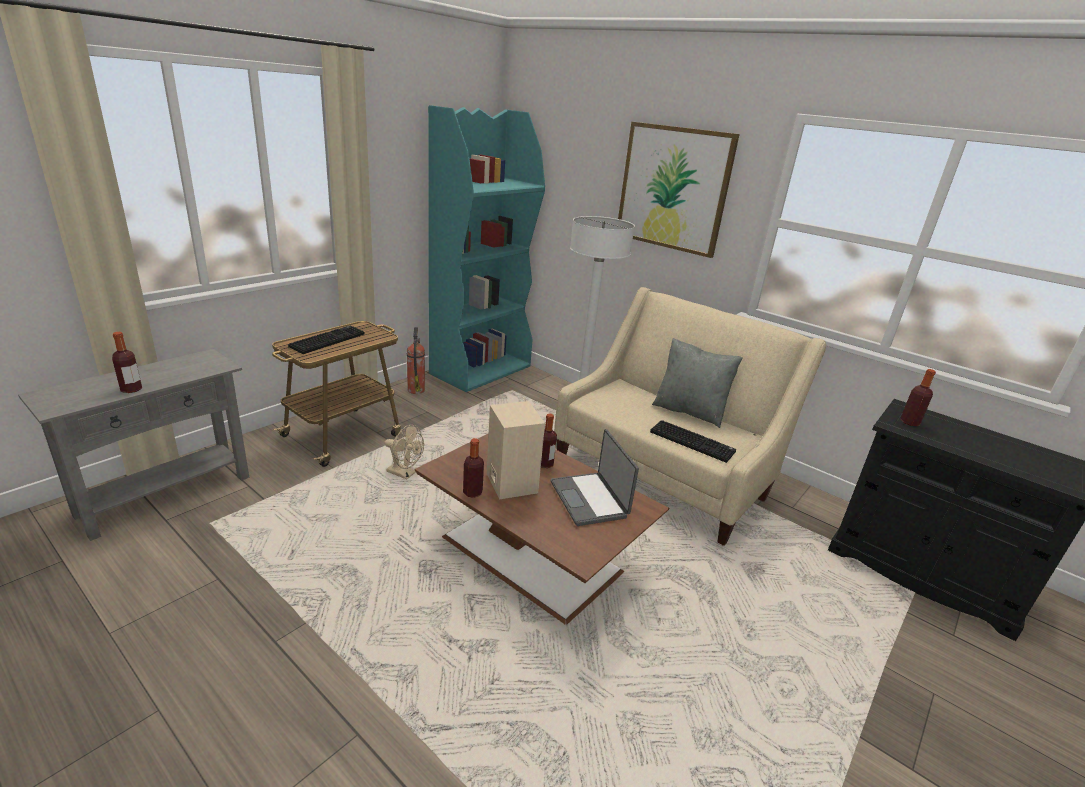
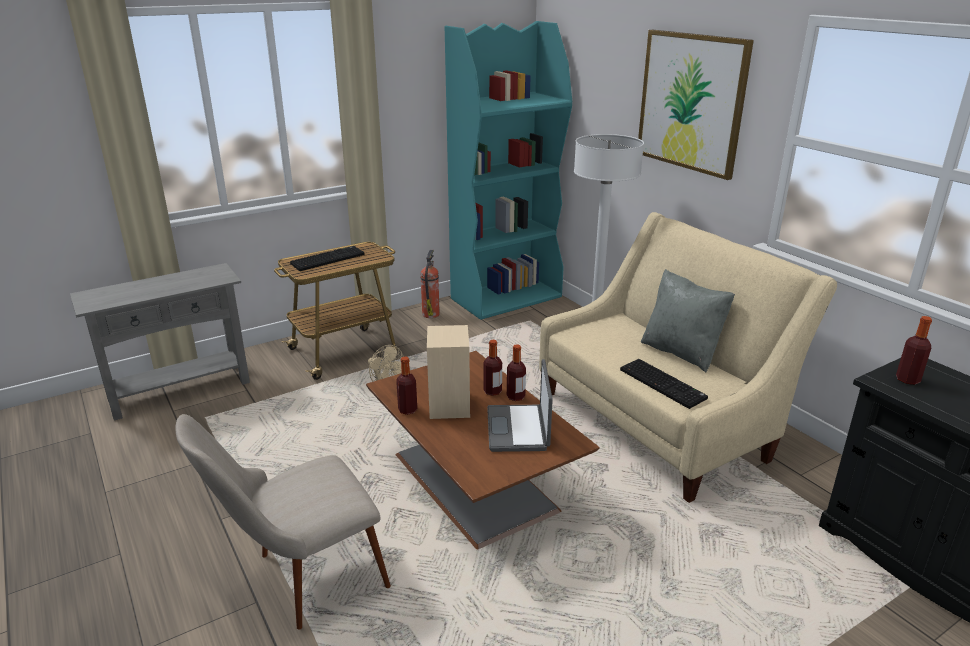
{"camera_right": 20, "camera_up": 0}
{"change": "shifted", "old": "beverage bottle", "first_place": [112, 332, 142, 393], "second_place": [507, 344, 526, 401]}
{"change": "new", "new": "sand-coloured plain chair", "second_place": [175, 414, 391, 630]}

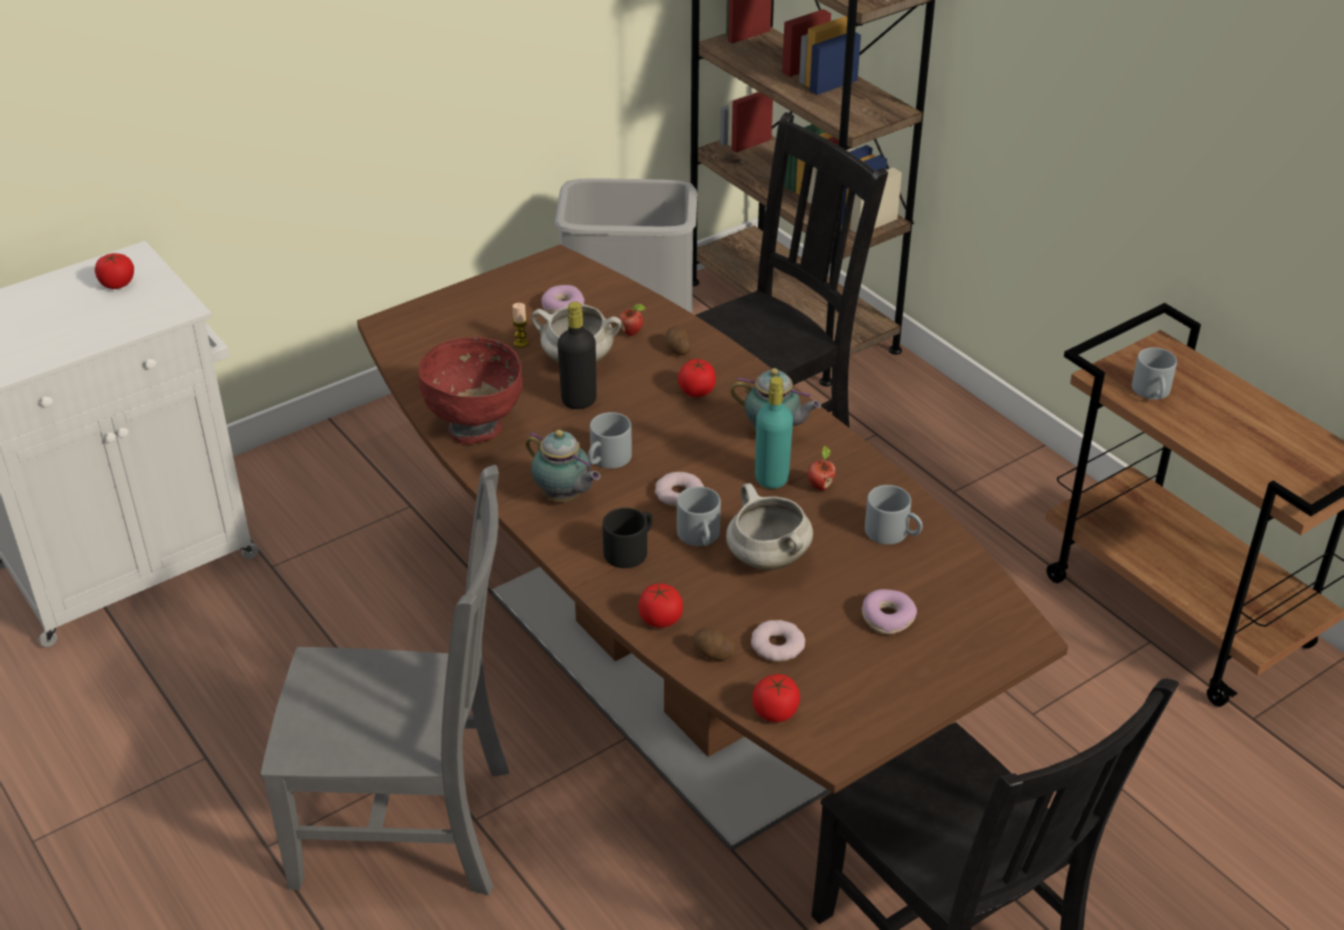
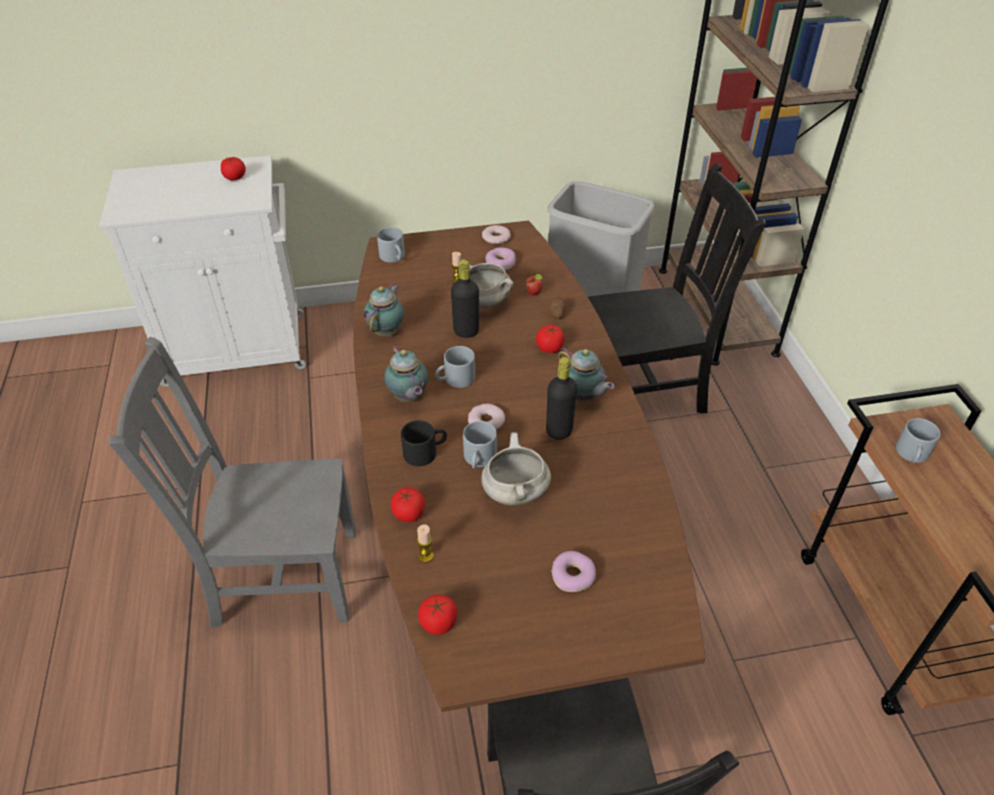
{"camera_right": 25, "camera_up": 5}
{"change": "swapped", "old": "red bowl", "new": "tea pot", "first_place": [418, 337, 523, 444], "second_place": [364, 284, 404, 336]}
{"change": "repainted", "old": "blue-green beverage bottle", "new": "black beverage bottle", "first_place": [755, 376, 793, 489], "second_place": [546, 357, 577, 440]}
{"change": "gone", "old": "apple fruit", "first_place": [807, 446, 836, 490]}
{"change": "rotated", "old": "gray plain chair", "first_place": [261, 465, 509, 895], "second_place": [109, 337, 356, 628], "degrees": 150}
{"change": "shifted", "old": "gray mug", "first_place": [865, 485, 923, 544], "second_place": [377, 227, 405, 263]}
{"change": "shifted", "old": "donut", "first_place": [751, 620, 805, 662], "second_place": [482, 225, 511, 244]}
{"change": "swapped", "old": "spud", "new": "candle", "first_place": [693, 628, 736, 661], "second_place": [417, 524, 434, 563]}

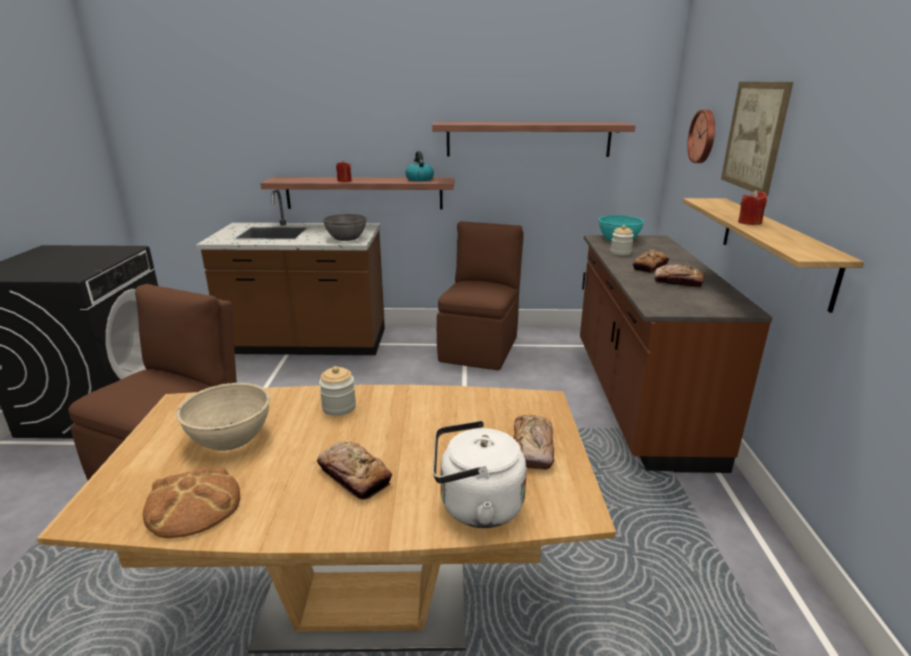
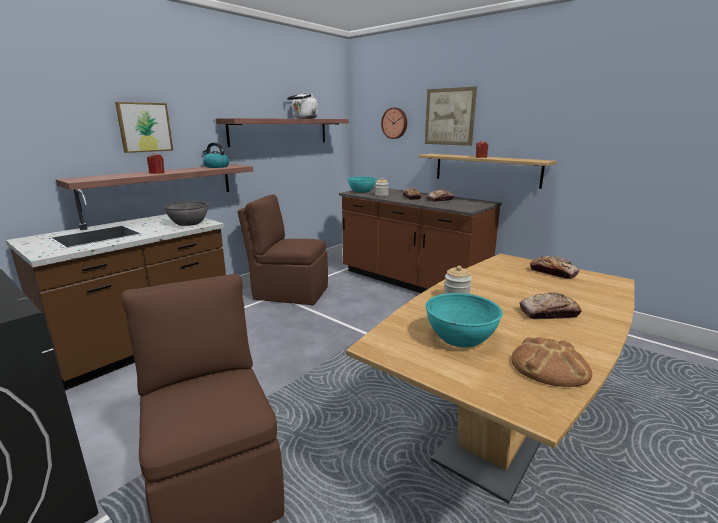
{"camera_right": -50, "camera_up": -5}
{"change": "rotated", "old": "brown plain chair", "first_place": [437, 221, 524, 370], "second_place": [237, 194, 328, 305], "degrees": -45}
{"change": "repainted", "old": "sand-coloured bowl", "new": "blue-green bowl", "first_place": [176, 383, 270, 451], "second_place": [426, 293, 503, 347]}
{"change": "shifted", "old": "whitish water kettle", "first_place": [433, 421, 527, 528], "second_place": [287, 92, 318, 119]}
{"change": "new", "new": "picture", "second_place": [115, 102, 173, 153]}

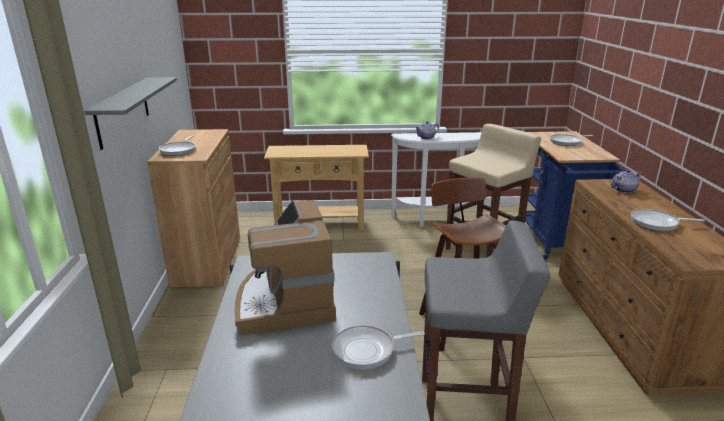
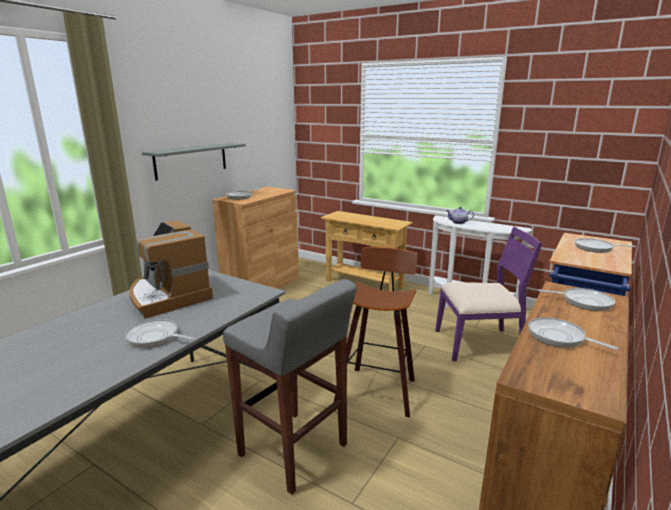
{"camera_right": 35, "camera_up": -5}
{"change": "swapped", "old": "sand-coloured stool seat", "new": "purple-coloured plain chair", "first_place": [446, 124, 541, 257], "second_place": [435, 226, 542, 361]}
{"change": "swapped", "old": "tea pot", "new": "pan", "first_place": [611, 169, 642, 193], "second_place": [539, 288, 615, 311]}
{"change": "rotated", "old": "coffee machine", "first_place": [234, 200, 336, 336], "second_place": [129, 221, 213, 318], "degrees": -60}

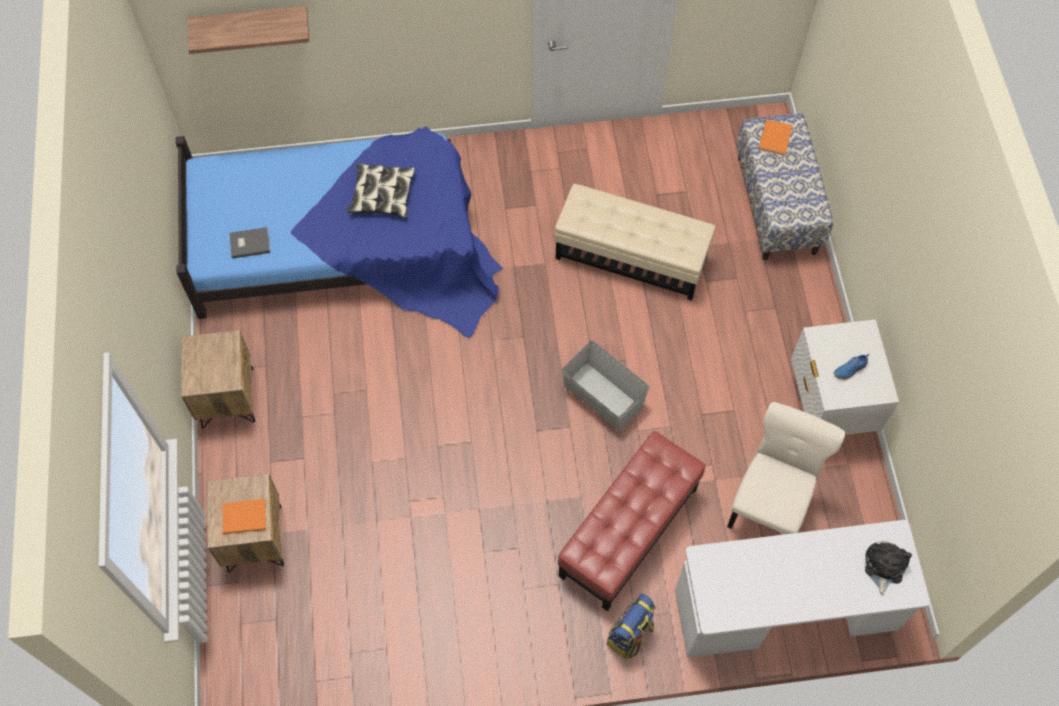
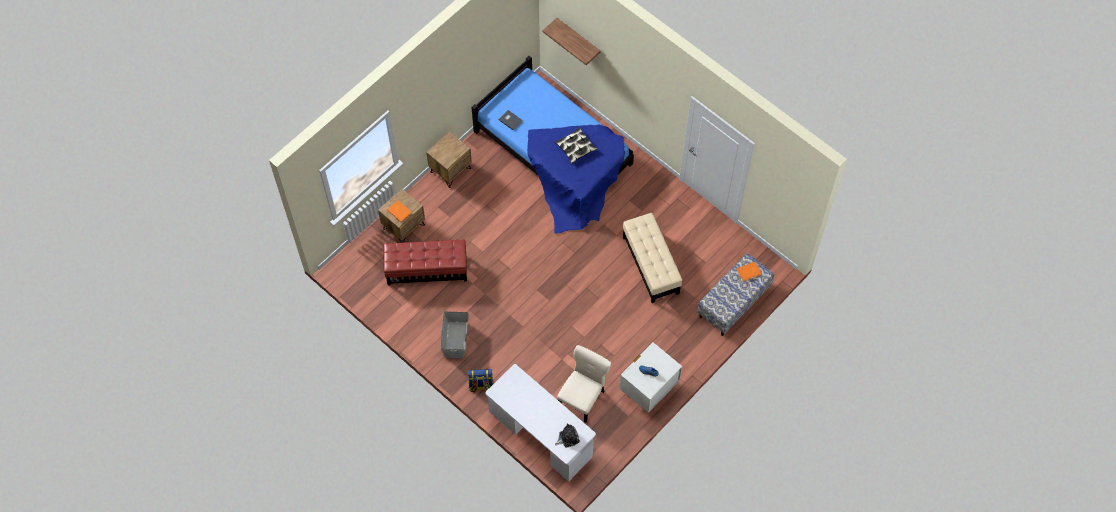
{"camera_right": 50, "camera_up": 0}
{"change": "shifted", "old": "gray storage bin", "first_place": [561, 340, 649, 431], "second_place": [440, 311, 469, 358]}
{"change": "rotated", "old": "sand-coloured plain chair", "first_place": [727, 402, 845, 534], "second_place": [557, 345, 611, 423], "degrees": -45}
{"change": "shifted", "old": "red pouffe", "first_place": [558, 431, 706, 611], "second_place": [384, 240, 467, 285]}

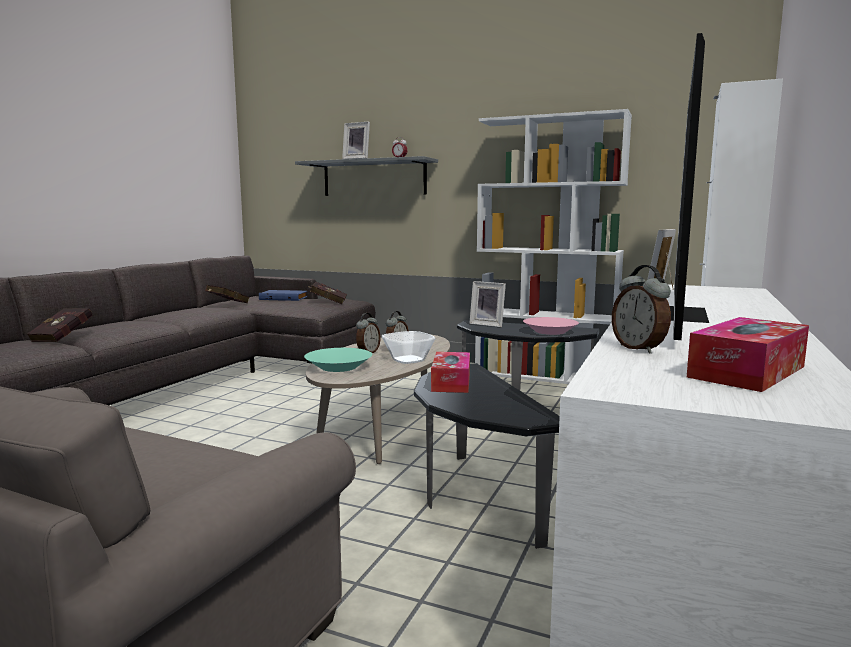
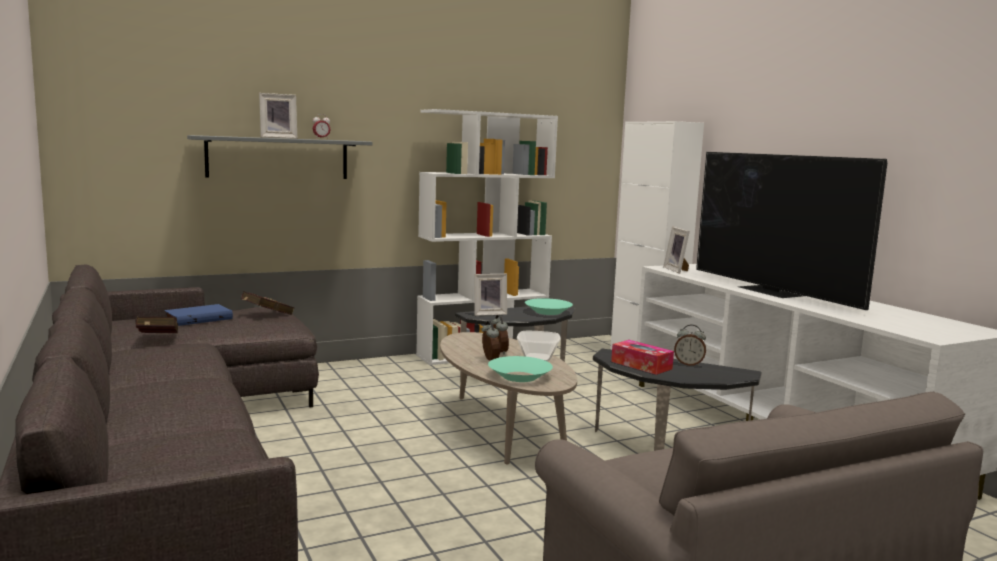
{"camera_right": -50, "camera_up": 0}
{"change": "shifted", "old": "alarm clock", "first_place": [612, 265, 671, 354], "second_place": [674, 325, 706, 366]}
{"change": "gone", "old": "red volume", "first_place": [27, 308, 93, 342]}
{"change": "repainted", "old": "pink-coloured bowl", "new": "blue-green bowl", "first_place": [523, 317, 579, 335], "second_place": [525, 298, 573, 315]}
{"change": "gone", "old": "box of tissues", "first_place": [687, 317, 809, 392]}

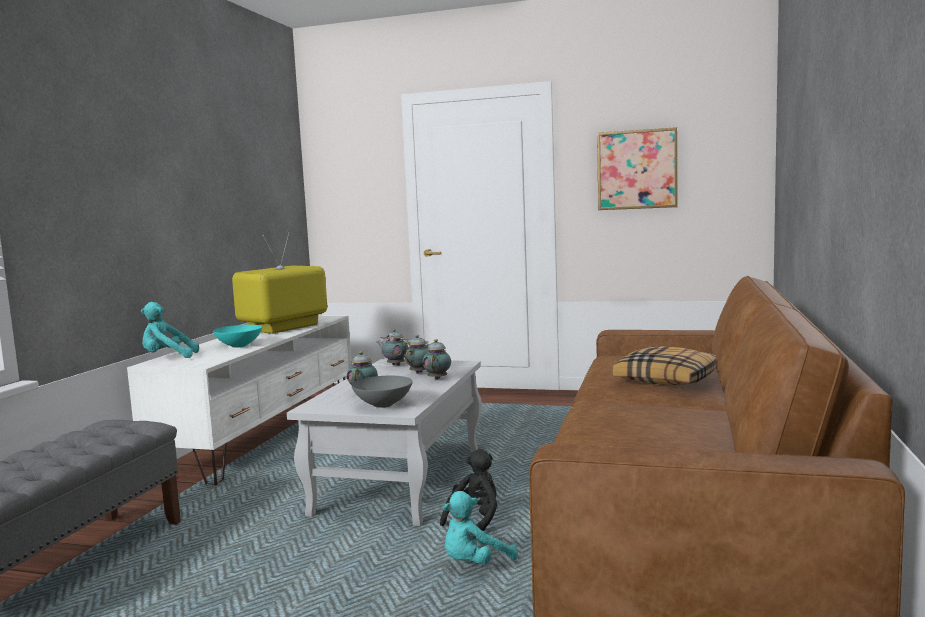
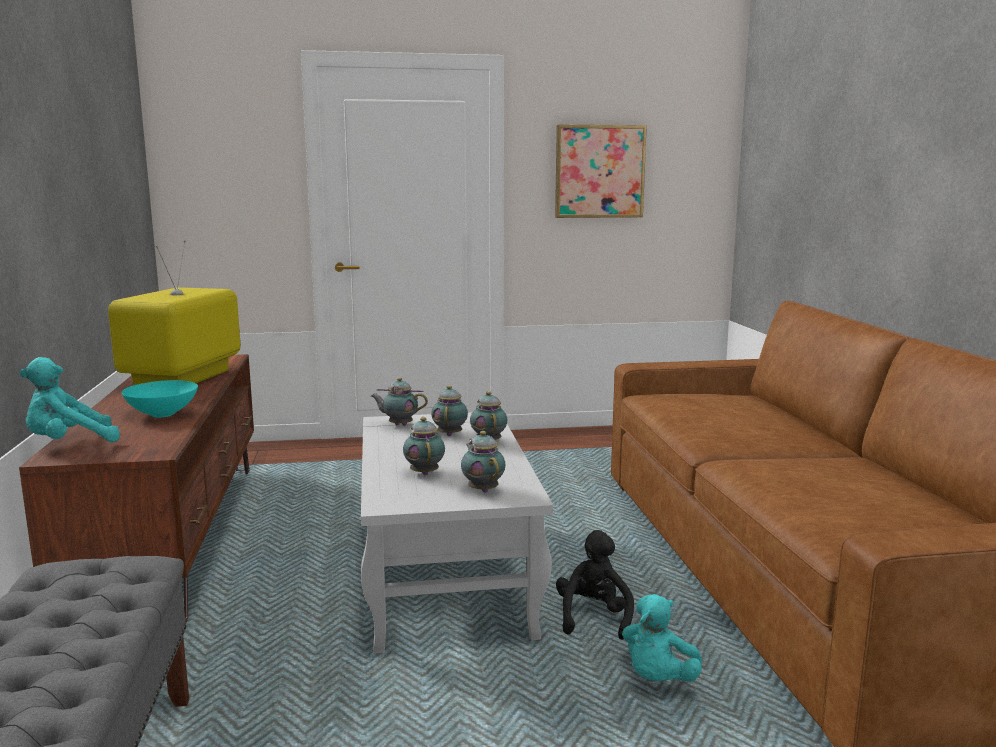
{"camera_right": -25, "camera_up": 5}
{"change": "repainted", "old": "whitish tv unit", "new": "brown tv unit", "first_place": [127, 316, 352, 485], "second_place": [19, 354, 254, 623]}
{"change": "gone", "old": "throw pillow", "first_place": [613, 346, 716, 385]}
{"change": "swapped", "old": "gray bowl", "new": "tea pot", "first_place": [351, 376, 413, 408], "second_place": [461, 431, 506, 493]}

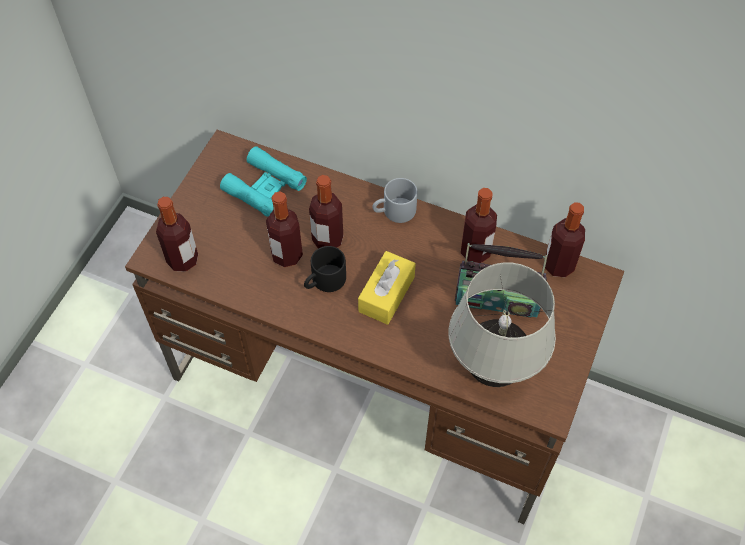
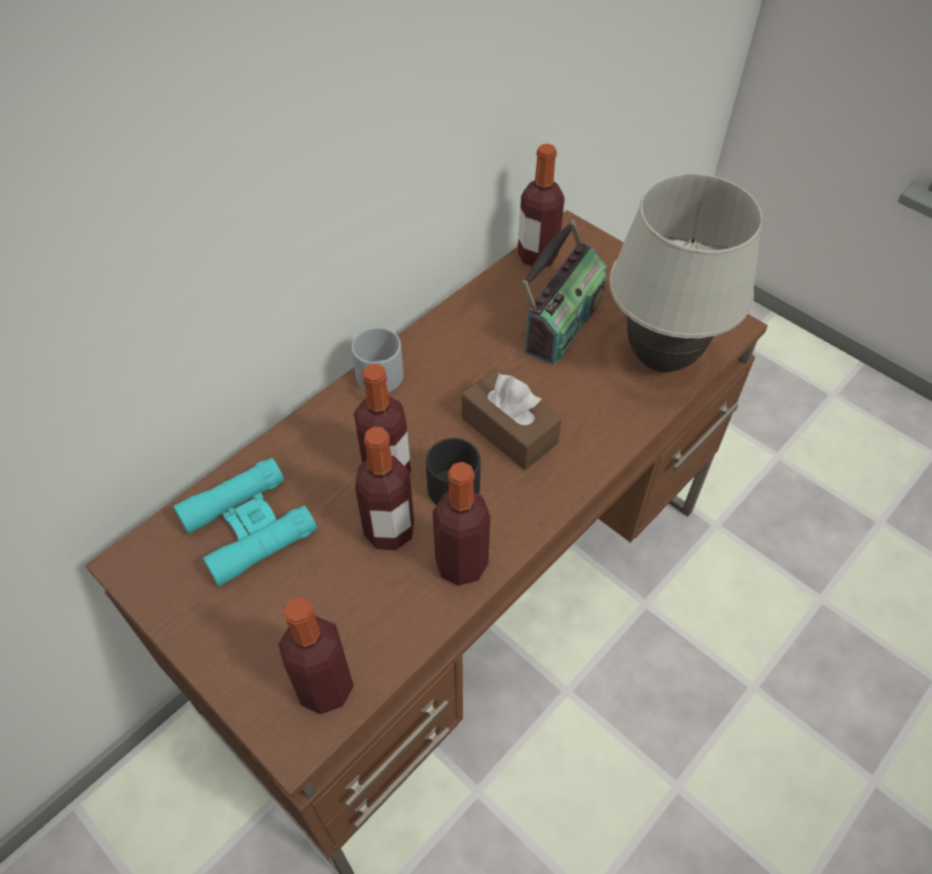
{"camera_right": -70, "camera_up": -5}
{"change": "shifted", "old": "beverage bottle", "first_place": [461, 188, 497, 263], "second_place": [433, 462, 491, 586]}
{"change": "repainted", "old": "yellow-coloured box of tissues", "new": "brown box of tissues", "first_place": [358, 251, 416, 325], "second_place": [462, 369, 561, 470]}

